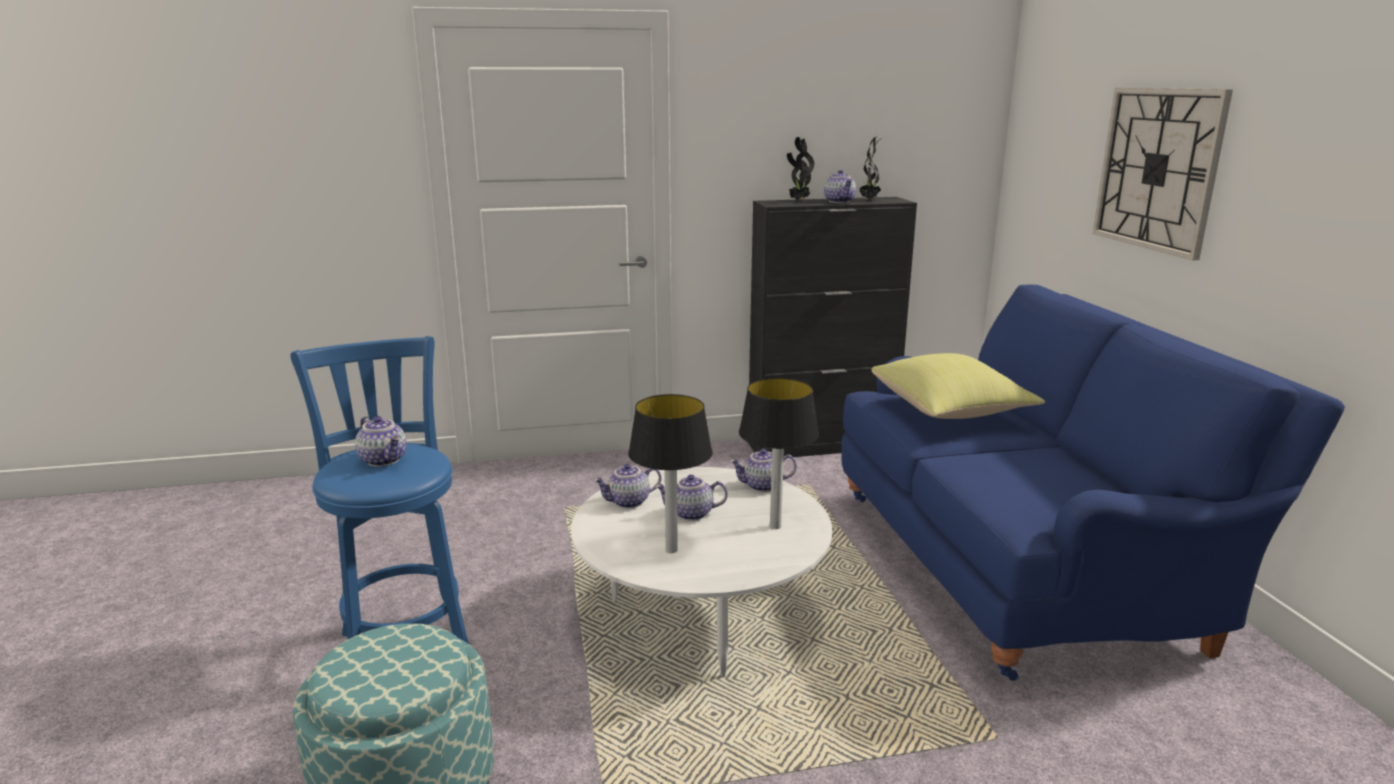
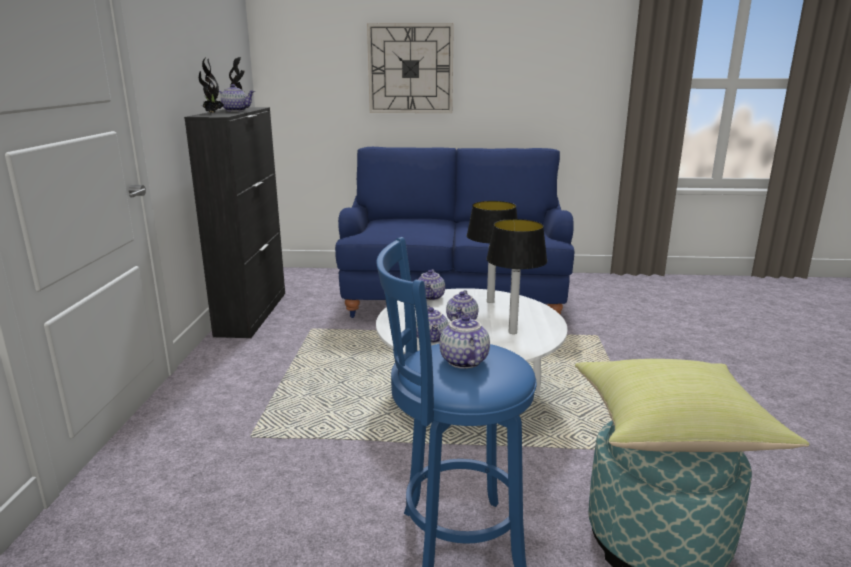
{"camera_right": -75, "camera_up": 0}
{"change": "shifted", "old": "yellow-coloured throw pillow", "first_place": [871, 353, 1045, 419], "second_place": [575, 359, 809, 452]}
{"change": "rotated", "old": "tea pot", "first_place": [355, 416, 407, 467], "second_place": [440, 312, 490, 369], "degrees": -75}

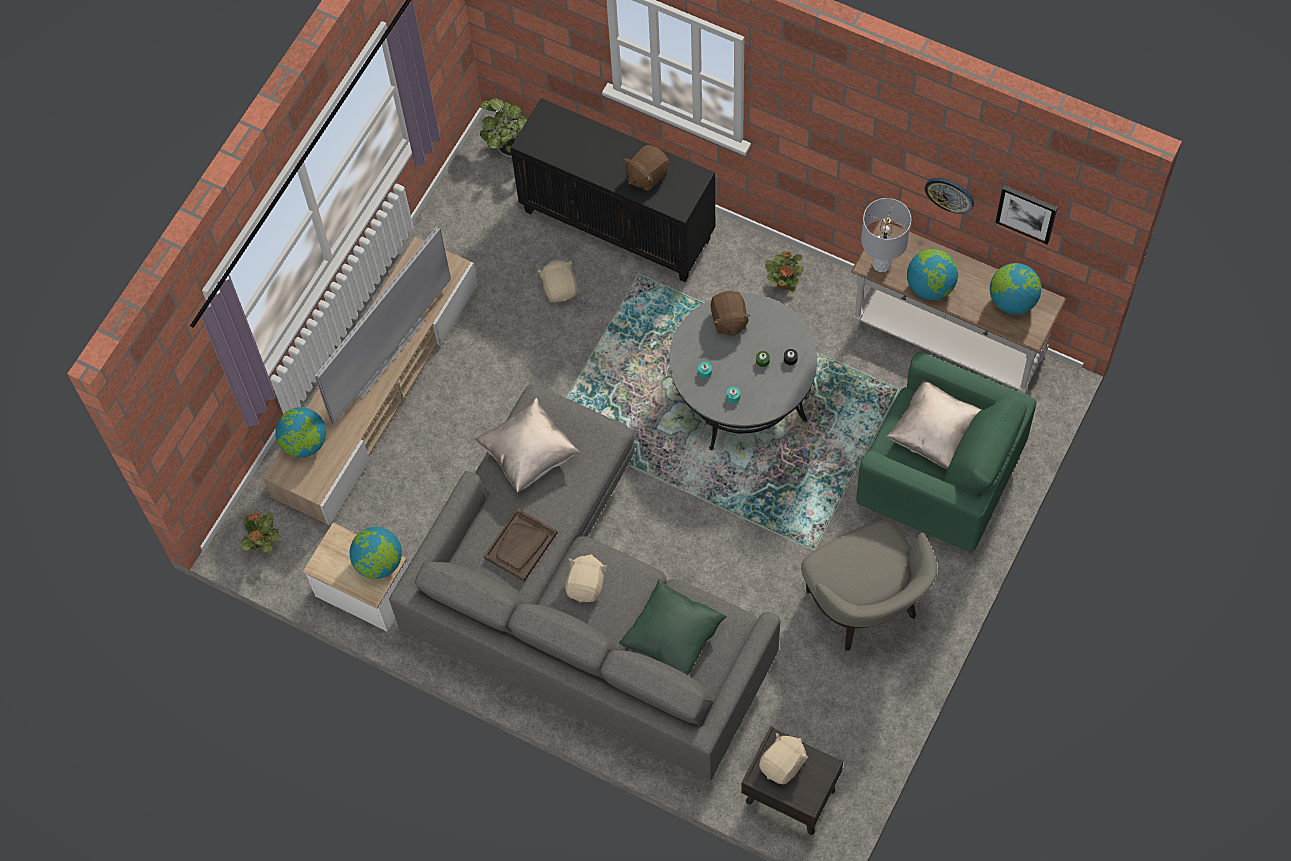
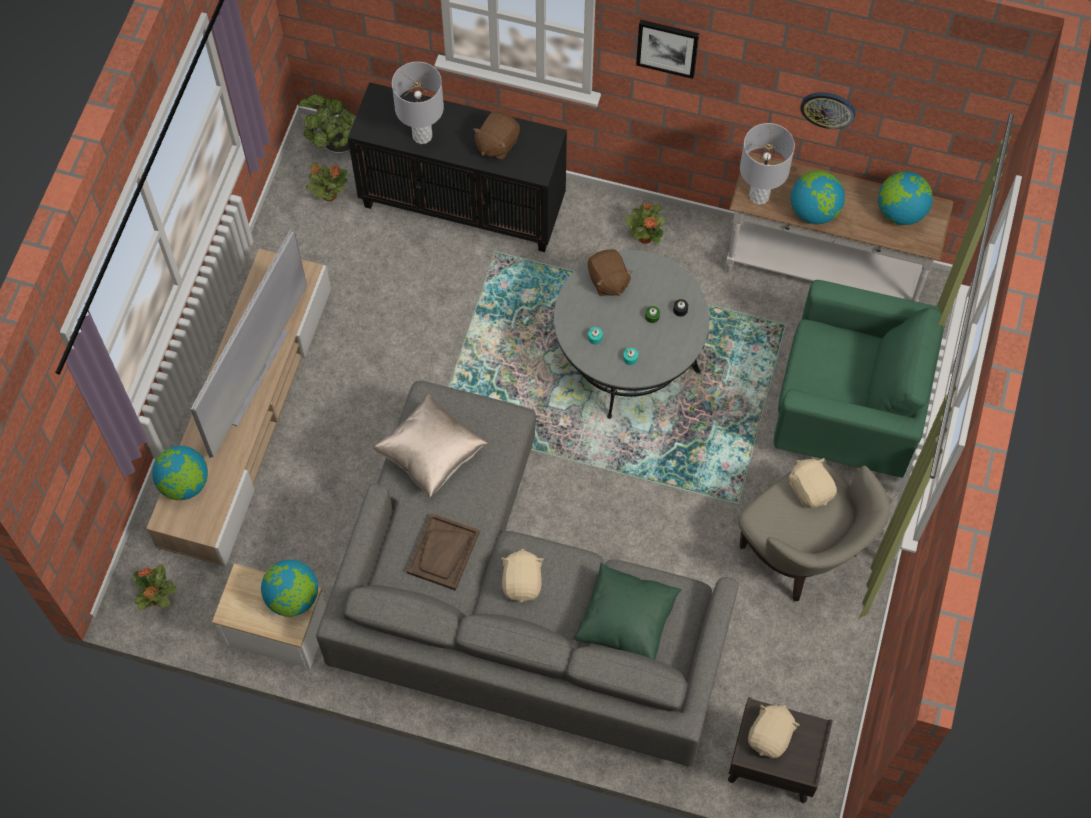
{"camera_right": -15, "camera_up": 0}
{"change": "shifted", "old": "picture", "first_place": [995, 185, 1058, 245], "second_place": [636, 20, 699, 79]}
{"change": "shifted", "old": "sand-coloured plush toy", "first_place": [538, 260, 577, 302], "second_place": [789, 458, 837, 508]}
{"change": "gone", "old": "sand-coloured throw pillow", "first_place": [886, 379, 982, 469]}
{"change": "new", "new": "gray tabletop lamp", "second_place": [392, 62, 444, 144]}
{"change": "new", "new": "potted plant", "second_place": [306, 162, 348, 201]}

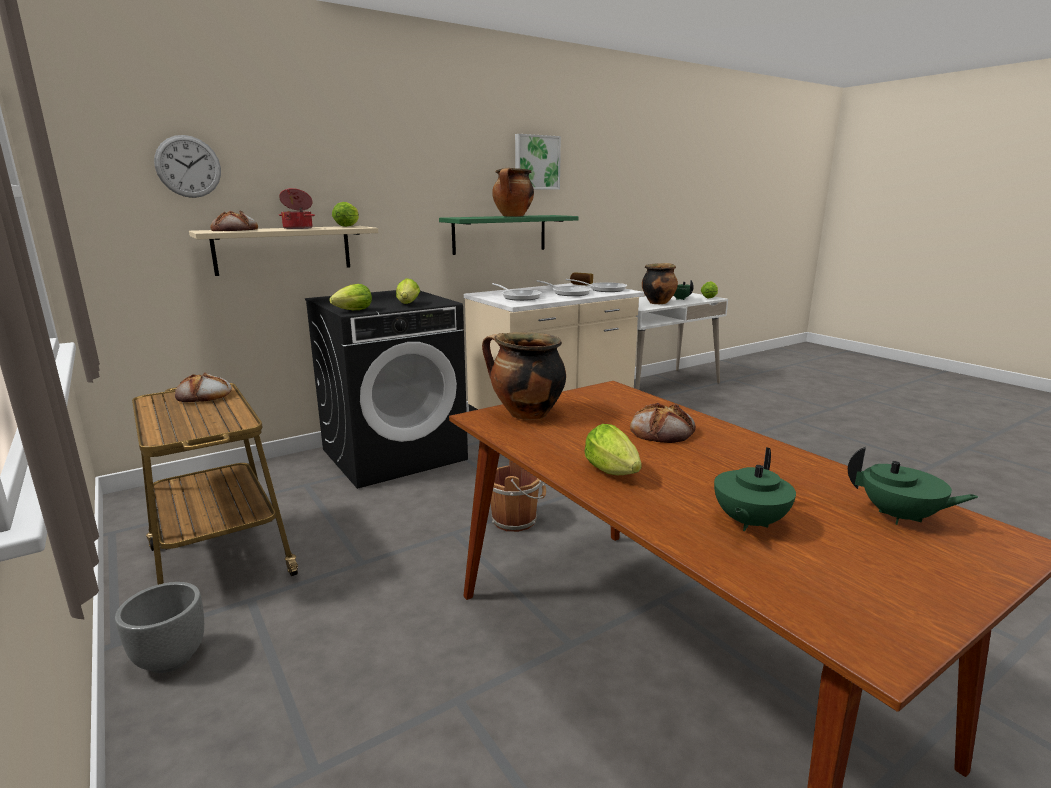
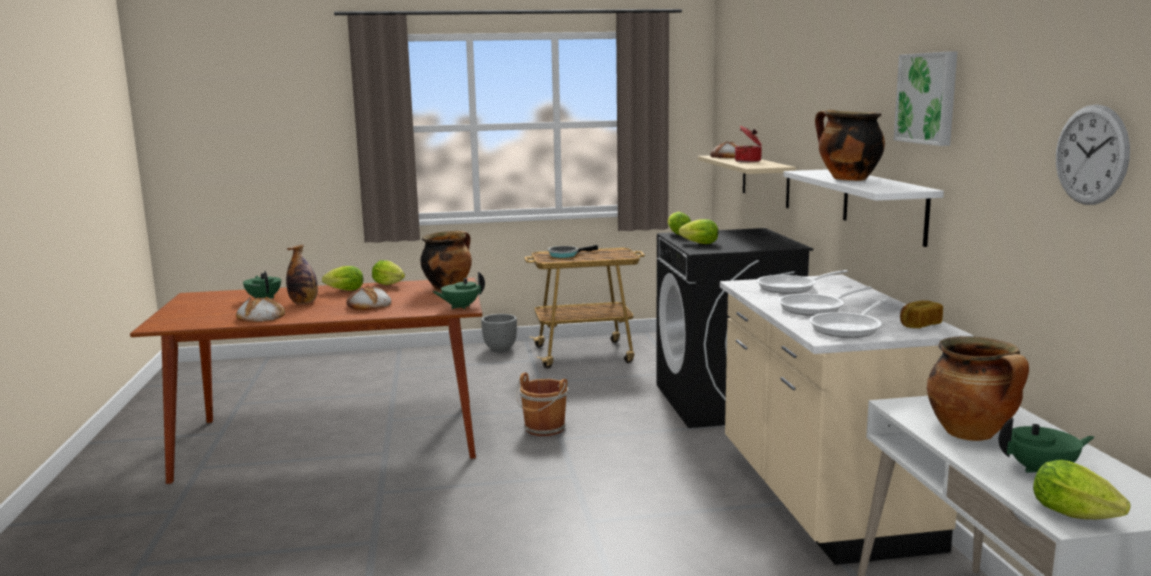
{"camera_right": 115, "camera_up": -5}
{"change": "shifted", "old": "clock on the wall", "first_place": [154, 135, 221, 198], "second_place": [1056, 104, 1130, 205]}
{"change": "shifted", "old": "lettuce head", "first_place": [332, 202, 359, 227], "second_place": [372, 260, 405, 285]}
{"change": "repainted", "old": "greenish bracket shelf", "new": "whitish bracket shelf", "first_place": [439, 215, 579, 255], "second_place": [784, 169, 944, 247]}
{"change": "shifted", "old": "baked bread", "first_place": [175, 372, 232, 402], "second_place": [236, 296, 285, 322]}
{"change": "shifted", "old": "greenish tea pot", "first_place": [848, 447, 979, 525], "second_place": [433, 272, 485, 309]}
{"change": "new", "new": "beverage bottle", "second_place": [286, 245, 318, 304]}
{"change": "new", "new": "pan", "second_place": [548, 245, 598, 258]}

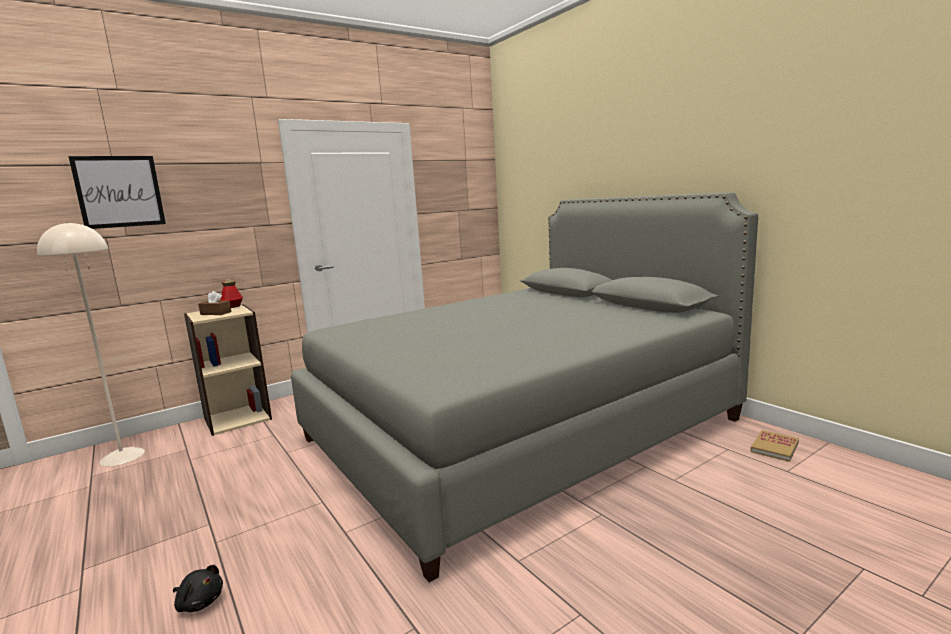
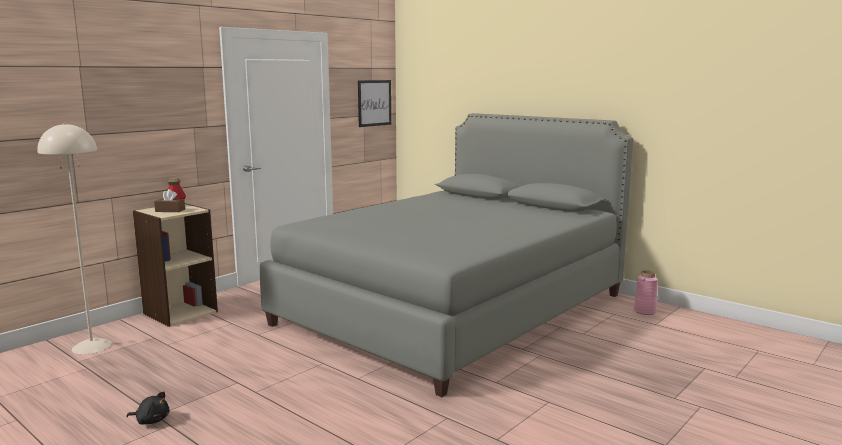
{"camera_right": -15, "camera_up": 0}
{"change": "shifted", "old": "picture", "first_place": [68, 156, 166, 229], "second_place": [358, 80, 391, 127]}
{"change": "swapped", "old": "volume", "new": "pink-coloured vase", "first_place": [750, 430, 799, 462], "second_place": [634, 270, 658, 315]}
{"change": "shifted", "old": "black plush toy", "first_place": [173, 565, 223, 612], "second_place": [126, 391, 170, 425]}

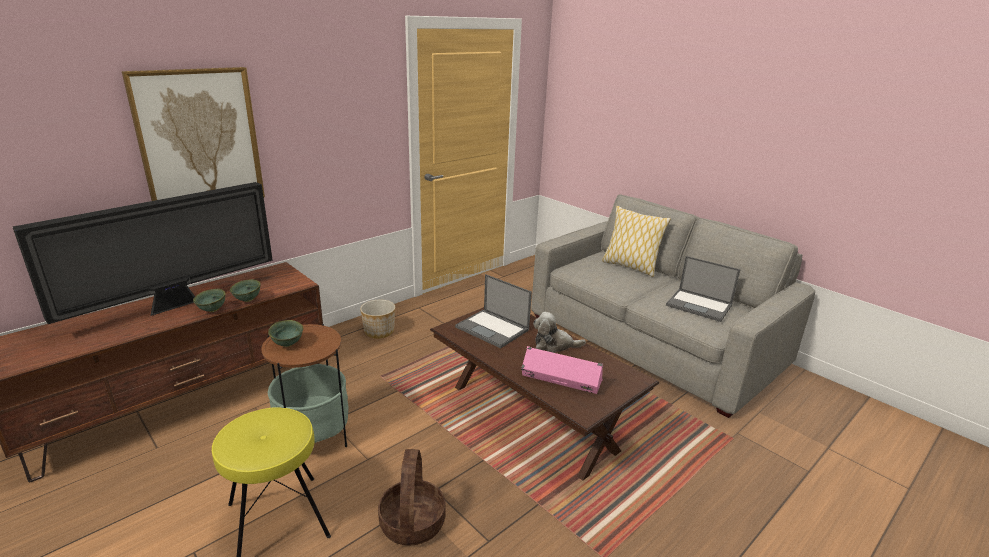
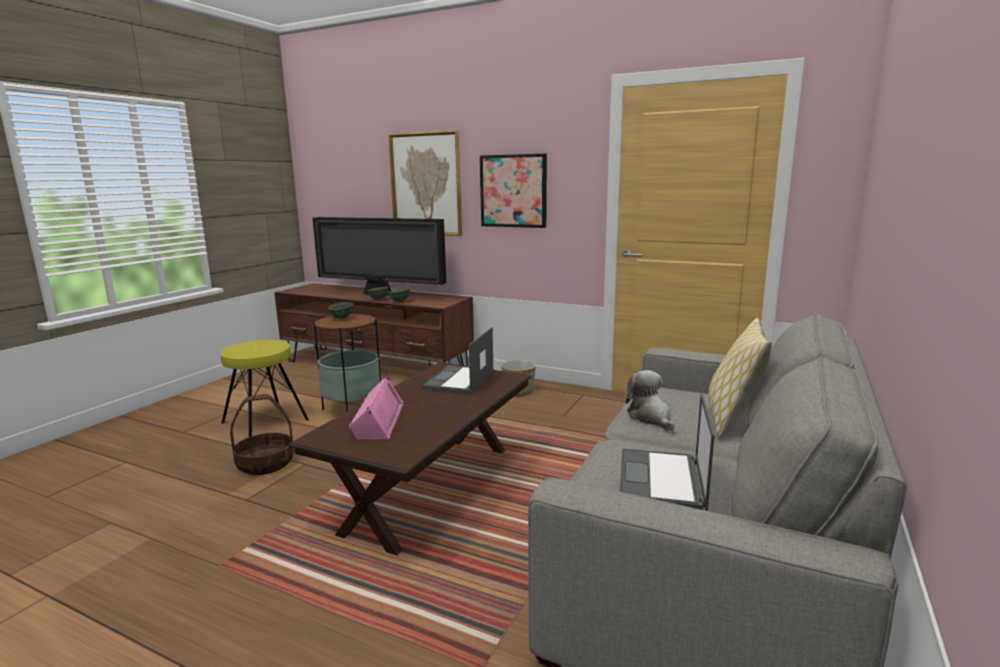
{"camera_right": 70, "camera_up": -10}
{"change": "shifted", "old": "plush toy", "first_place": [533, 312, 586, 353], "second_place": [625, 370, 675, 431]}
{"change": "new", "new": "picture", "second_place": [480, 154, 547, 228]}

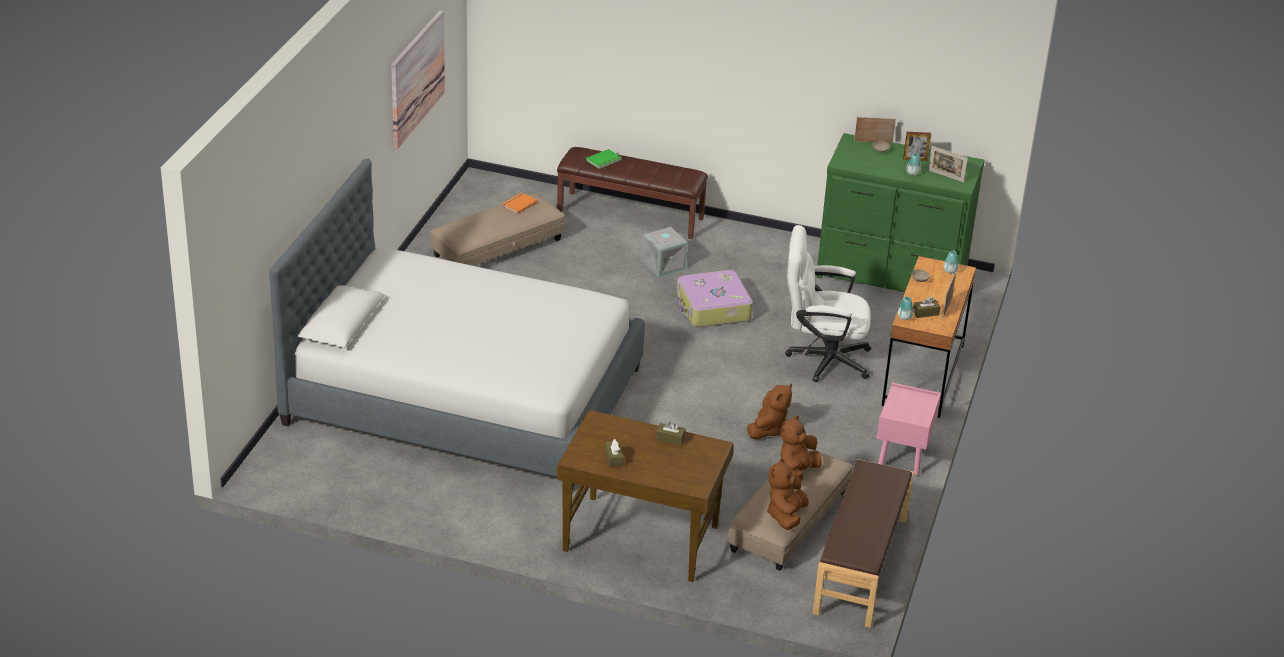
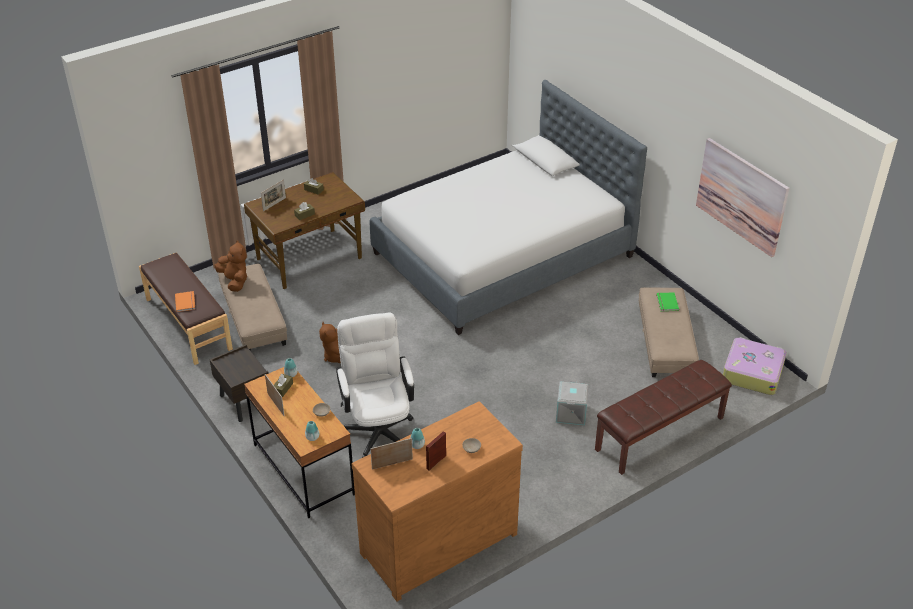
{"camera_right": 130, "camera_up": 5}
{"change": "shifted", "old": "standing frame", "first_place": [854, 117, 896, 143], "second_place": [261, 179, 286, 211]}
{"change": "repainted", "old": "greenish chest of drawers", "new": "brown chest of drawers", "first_place": [816, 133, 985, 292], "second_place": [352, 401, 523, 601]}
{"change": "shifted", "old": "greenish volume", "first_place": [586, 149, 622, 169], "second_place": [656, 293, 679, 312]}
{"change": "shifted", "old": "orangey volume", "first_place": [502, 192, 538, 214], "second_place": [175, 291, 196, 312]}
{"change": "rotated", "old": "whitish office chair", "first_place": [785, 225, 871, 382], "second_place": [336, 312, 414, 458], "degrees": -60}
{"change": "shifted", "old": "piece of luggage", "first_place": [677, 270, 753, 327], "second_place": [723, 337, 787, 395]}
{"change": "repainted", "old": "pink-coloured bedside table", "new": "brown bedside table", "first_place": [877, 383, 941, 475], "second_place": [209, 345, 269, 422]}
{"change": "gone", "old": "brown plush toy", "first_place": [780, 415, 822, 481]}

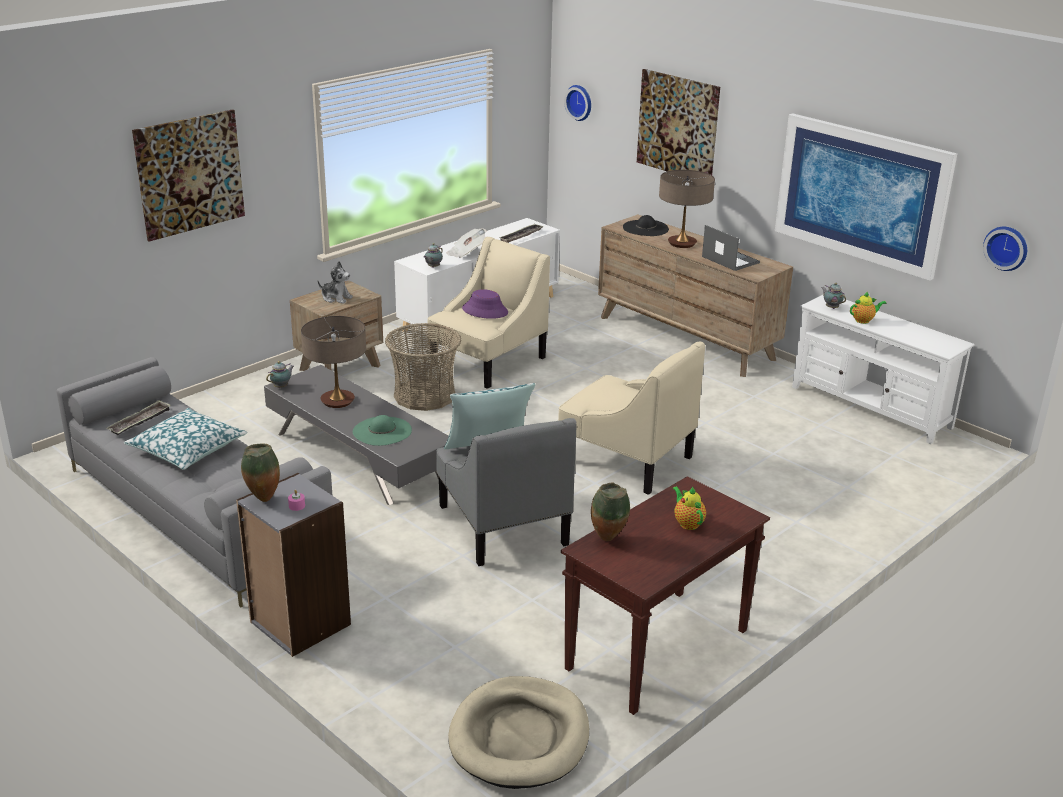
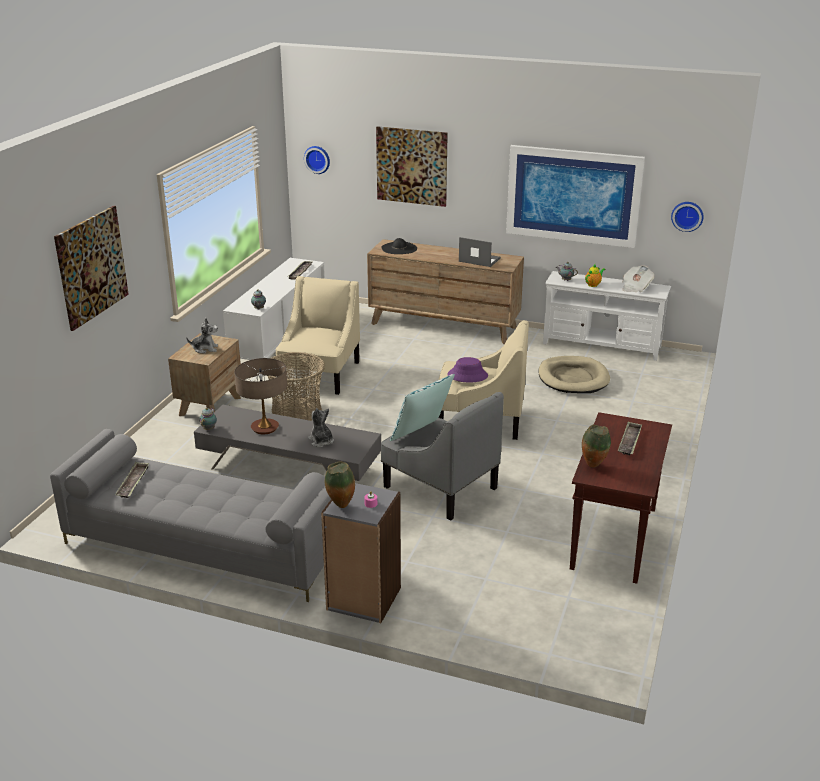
{"camera_right": -25, "camera_up": 0}
{"change": "gone", "old": "tabletop lamp", "first_place": [659, 170, 715, 248]}
{"change": "shifted", "old": "daily paper", "first_place": [446, 228, 487, 258], "second_place": [622, 265, 654, 292]}
{"change": "shifted", "old": "purple-coloured hat", "first_place": [462, 289, 508, 319], "second_place": [447, 357, 488, 382]}
{"change": "gone", "old": "throw pillow", "first_place": [124, 408, 247, 470]}
{"change": "swapped", "old": "greenish hat", "new": "plush toy", "first_place": [353, 415, 412, 446], "second_place": [308, 408, 334, 447]}
{"change": "swapped", "old": "tea pot", "new": "serving tray", "first_place": [673, 486, 706, 530], "second_place": [618, 421, 642, 456]}
{"change": "shifted", "old": "sand-coloured dog bed", "first_place": [448, 676, 589, 789], "second_place": [538, 356, 610, 393]}

